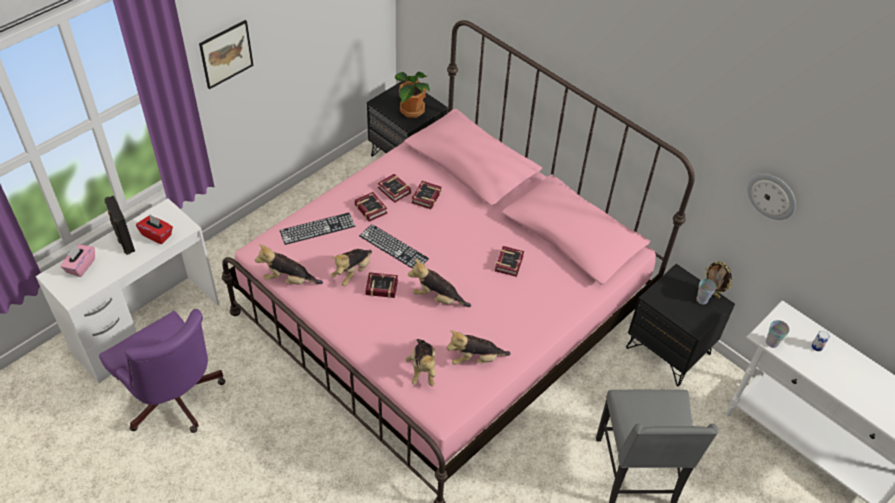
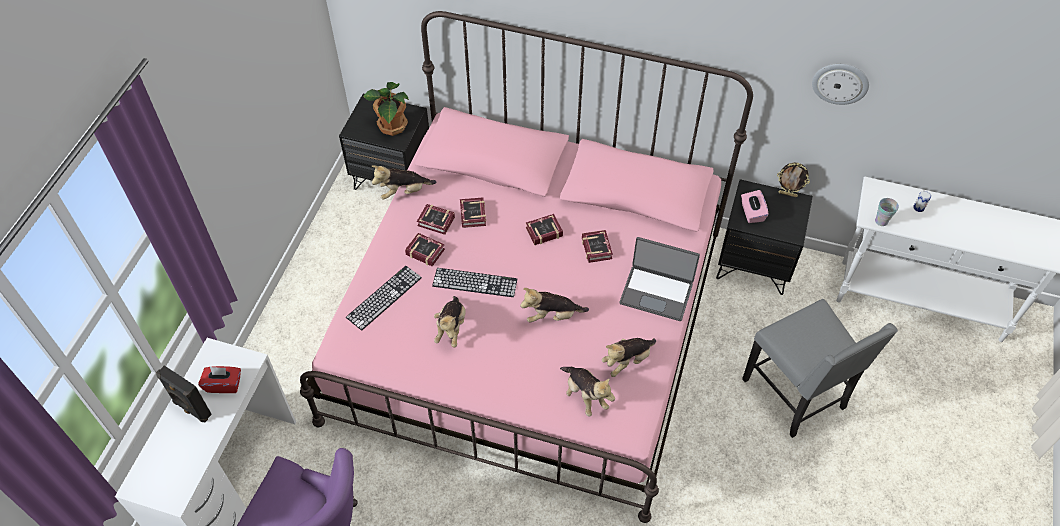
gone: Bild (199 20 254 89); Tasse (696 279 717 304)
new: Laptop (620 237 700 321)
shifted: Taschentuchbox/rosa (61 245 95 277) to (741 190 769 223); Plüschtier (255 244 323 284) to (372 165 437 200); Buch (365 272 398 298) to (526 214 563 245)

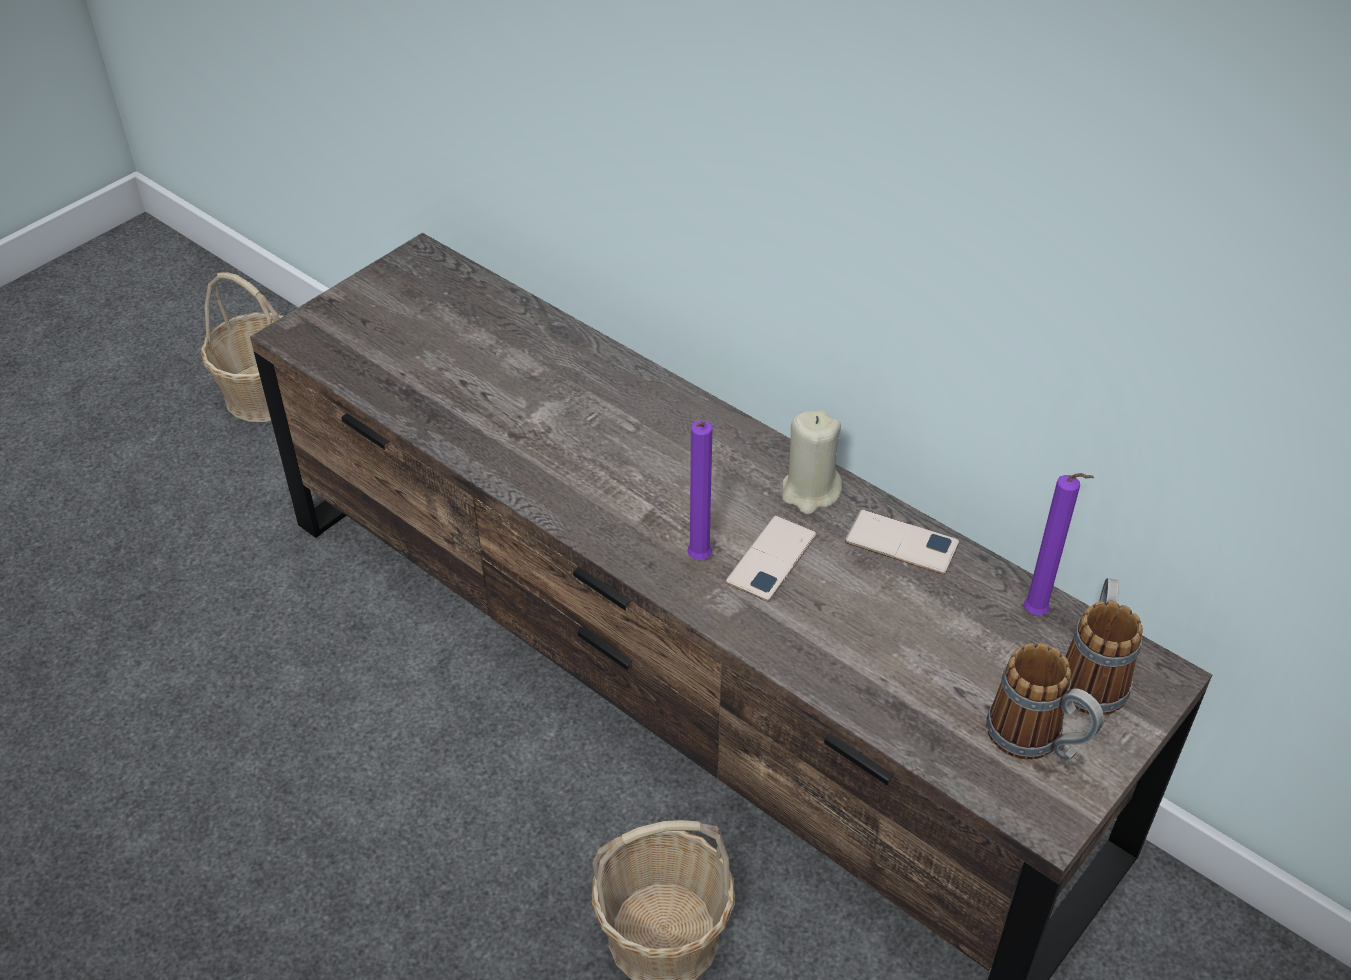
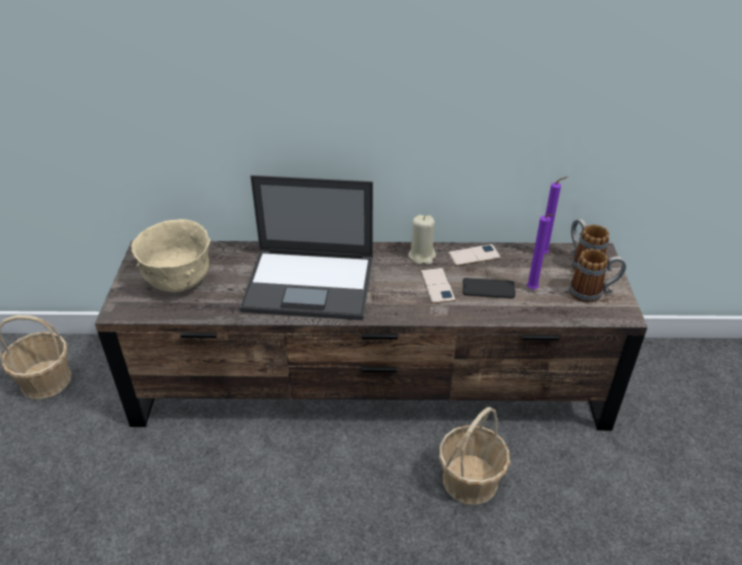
new: Schüssel/beige (131 219 210 292); Laptop (240 175 373 320); Handy (463 278 515 298)
shifted: Kerze/lila (687 420 713 560) to (527 214 554 289)

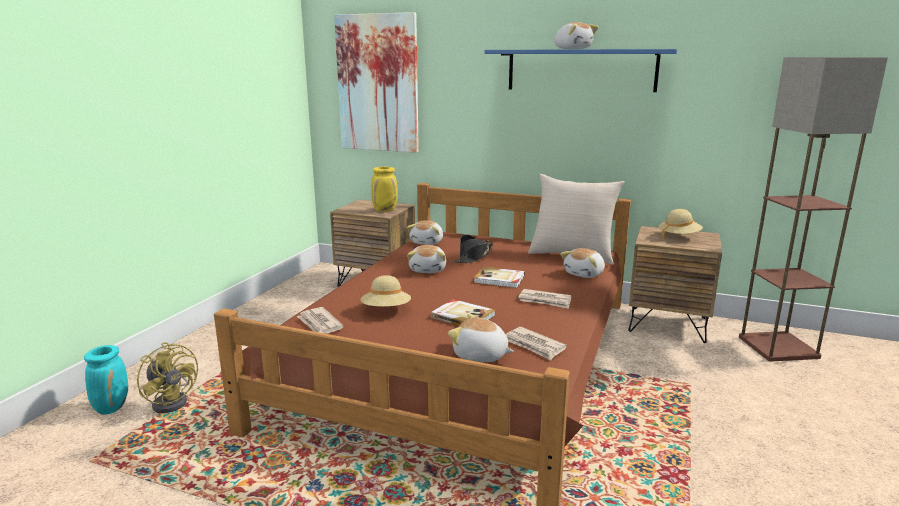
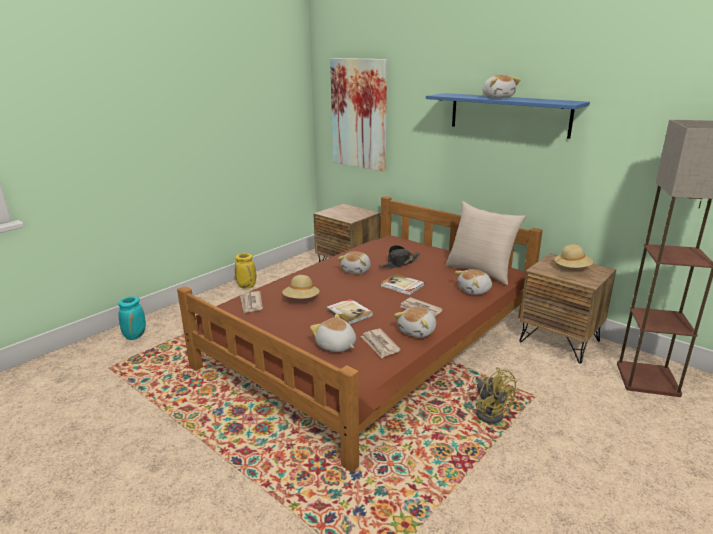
shifted: Ventilator/gelb (137 342 198 413) to (476 367 517 424); Vase/gelb (371 167 398 212) to (235 253 256 289); Plüschtier (407 220 443 245) to (394 307 436 338)

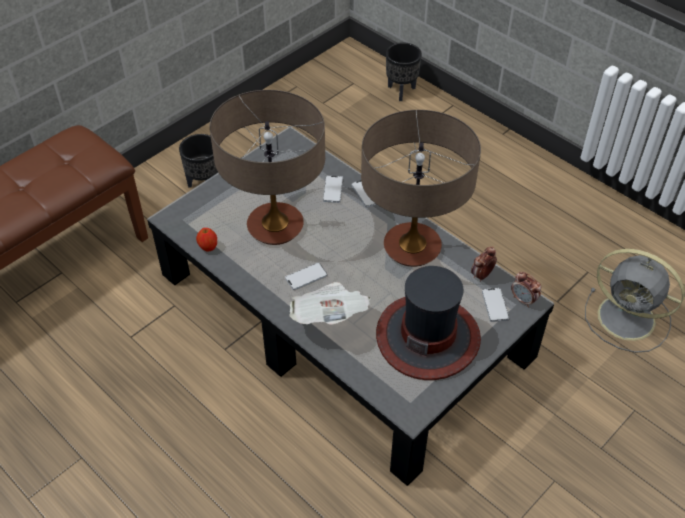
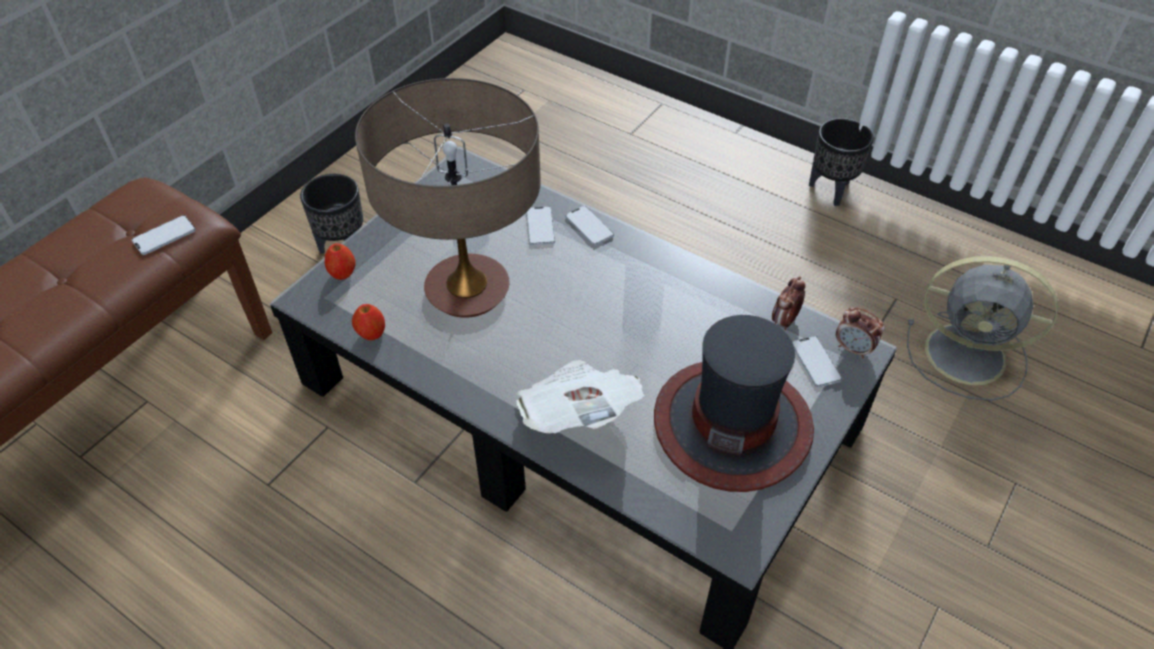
gone: Tischlampe (361 110 481 267)
new: Apfel (325 243 356 280)
shifted: Handy (285 263 327 290) to (132 215 196 255); Pflanzkübel/schwarz (386 42 422 101) to (809 118 874 206)

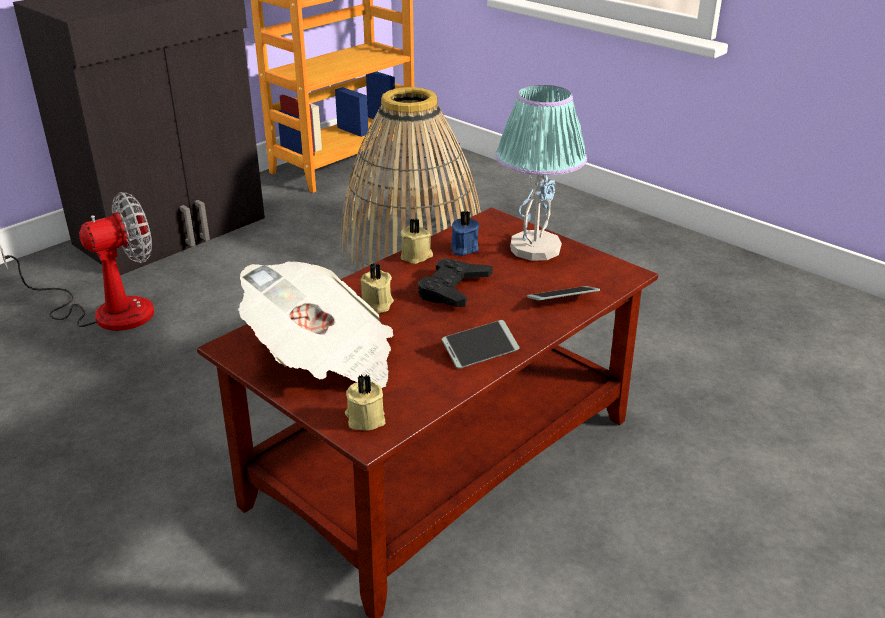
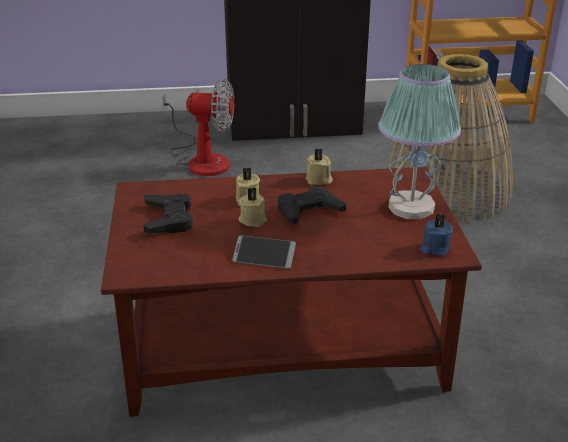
gone: Handy (527 286 600 300)
shifted: Kerze/beige (345 375 386 430) to (239 187 267 227); Kerze/blau (451 211 480 256) to (420 214 453 256)
swapped: Zeitung (238 261 393 388) to Gamepad/schwarz (143 194 193 234)

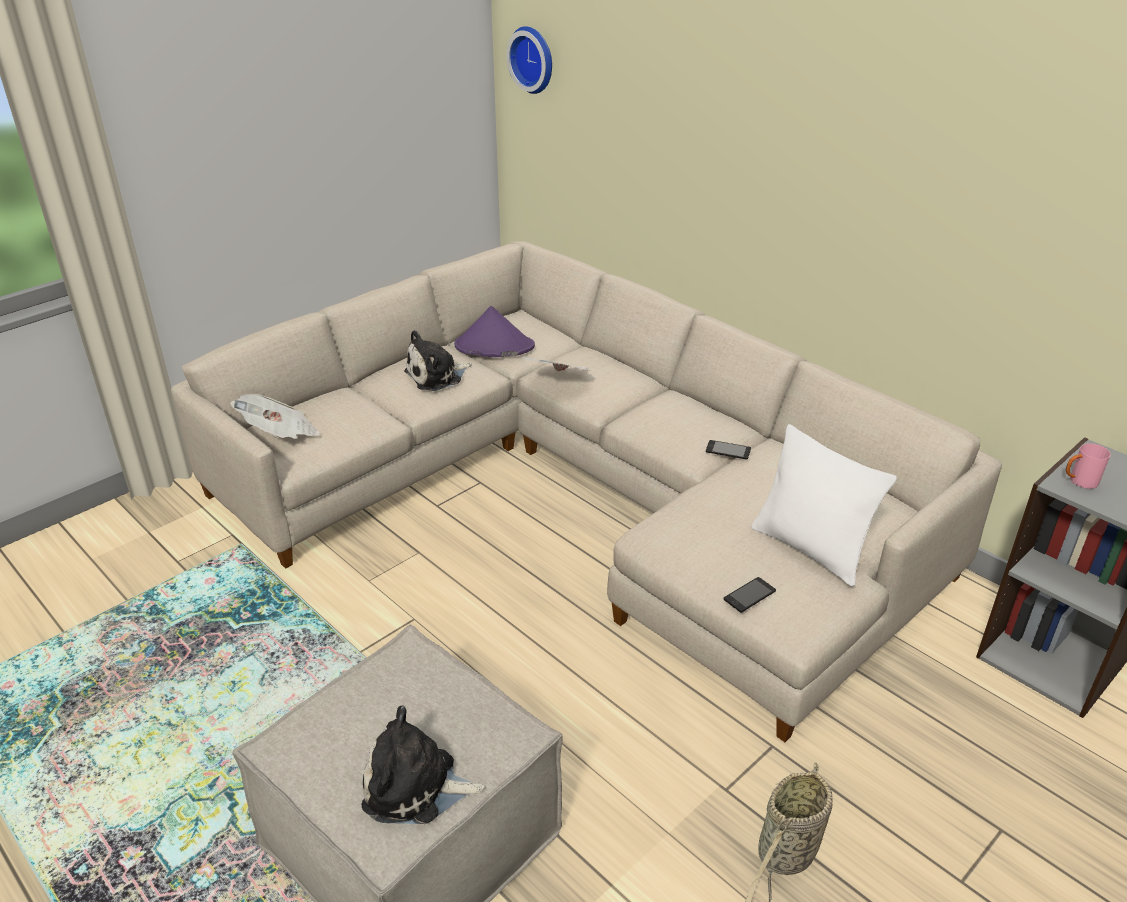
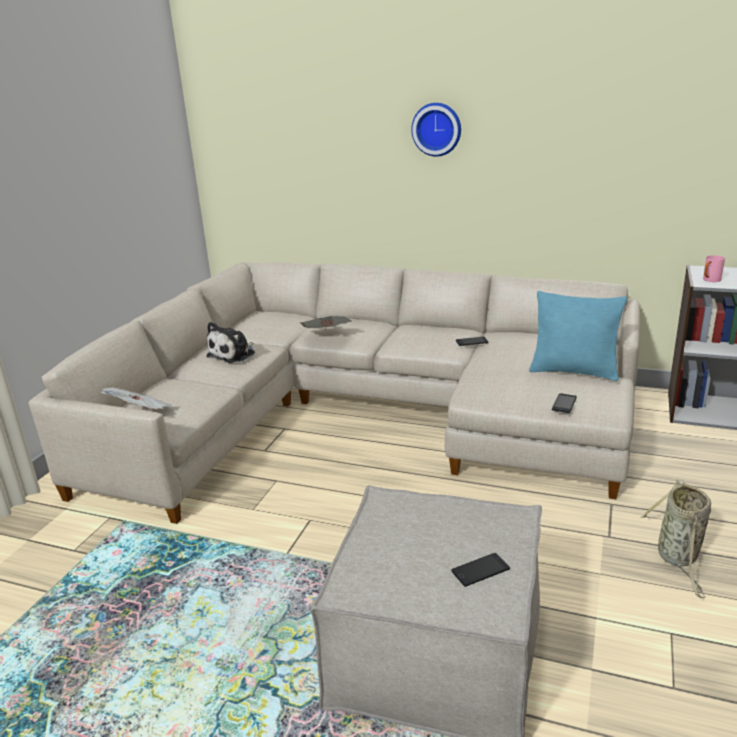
gone: Hut/lila (454 306 535 357)
shifted: Wanduhr (506 26 552 94) to (411 103 461 157)
swapped: Plüschtier (362 706 484 824) to Handy (452 553 510 587)
repainted: Kissen/weiß (751 424 897 587) to Kissen/türkis (529 291 627 381)

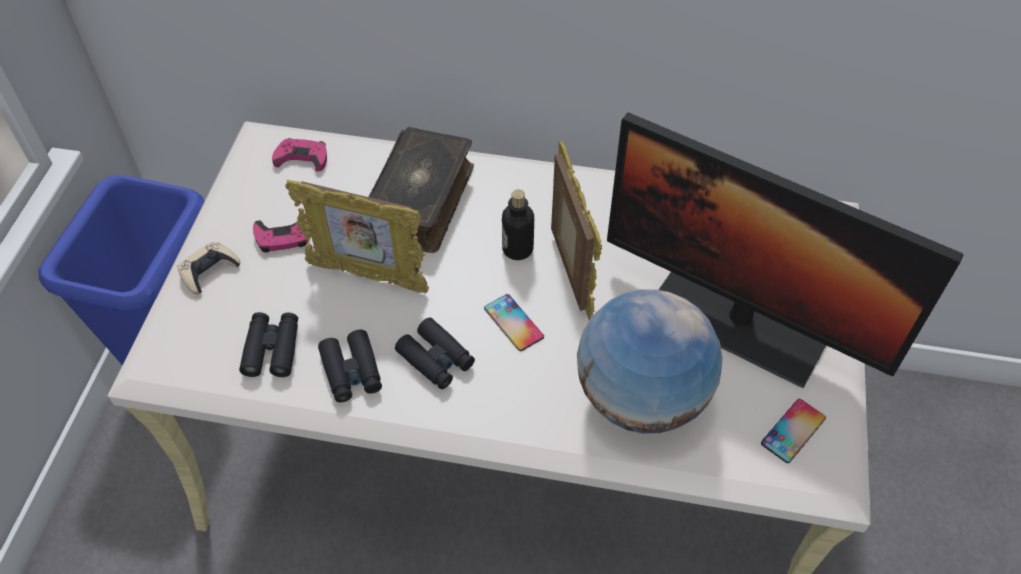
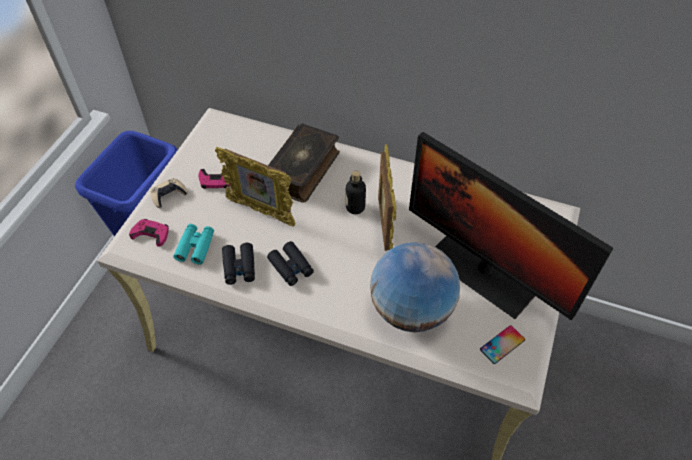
gone: Handy (484 294 544 351)
shifted: Gamepad/rosa (272 138 327 172) to (129 219 169 246)
repainted: Fernglas/schwarz (239 312 298 377) to Fernglas/türkis (173 224 214 265)

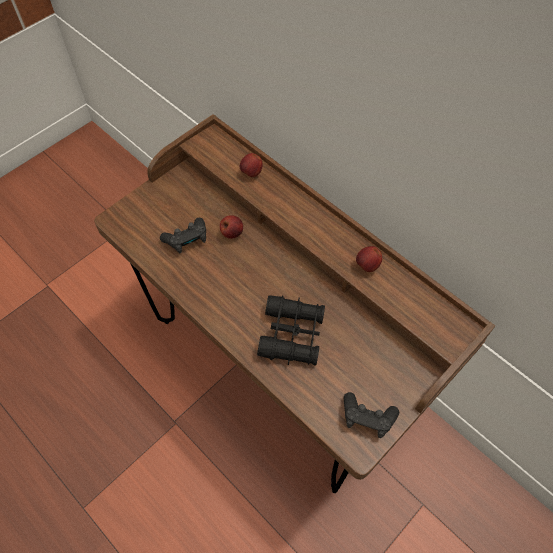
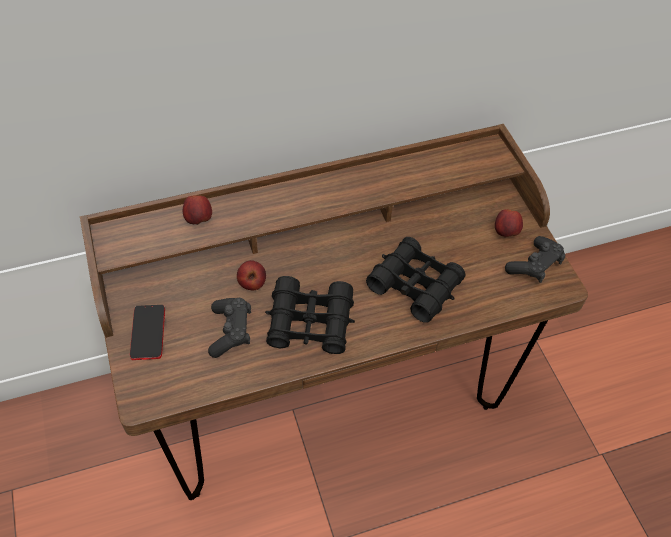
new: Handy (130 305 165 360); Fernglas/schwarz (265 276 355 354)
shifted: Apfel (356 246 382 272) to (495 209 523 237)

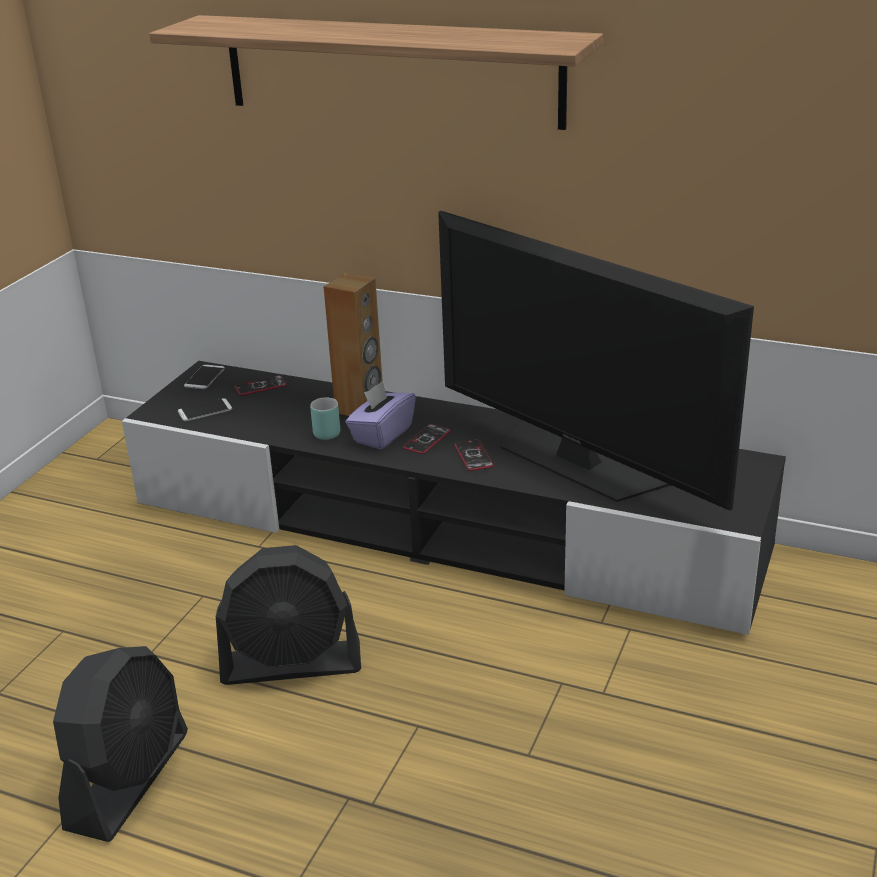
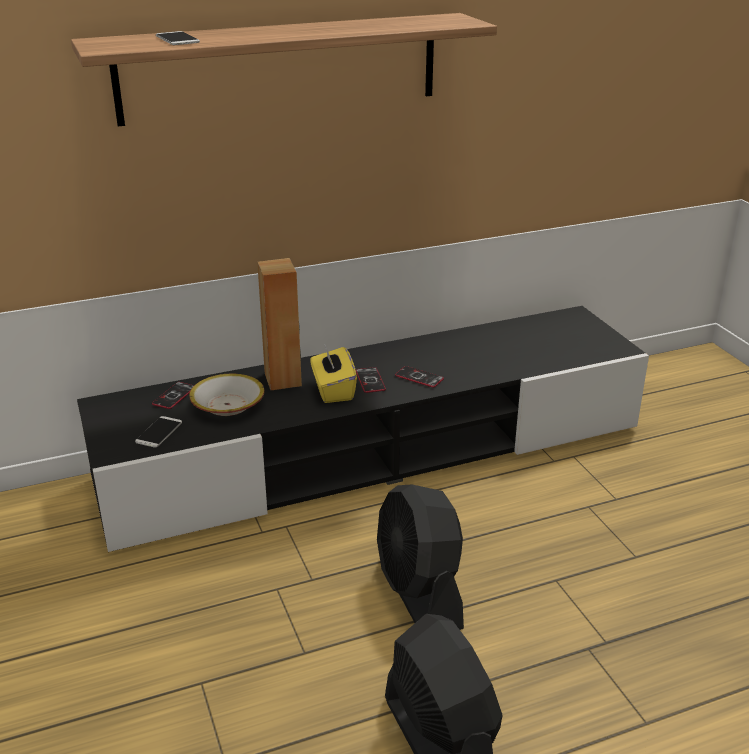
gone: Henkelbecher/türkis (310 397 340 440); Fernseher (438 211 754 511)
new: Schüssel (189 374 264 416)
shifted: Handy (184 365 225 389) to (156 31 200 45)
repainted: Taschentuchbox/lila (346 381 416 449) to Taschentuchbox/gelb (310 345 357 403)
rotated: Ventilator/schwarz (216 545 361 685) = (377 484 464 630) 120 degrees clockwise

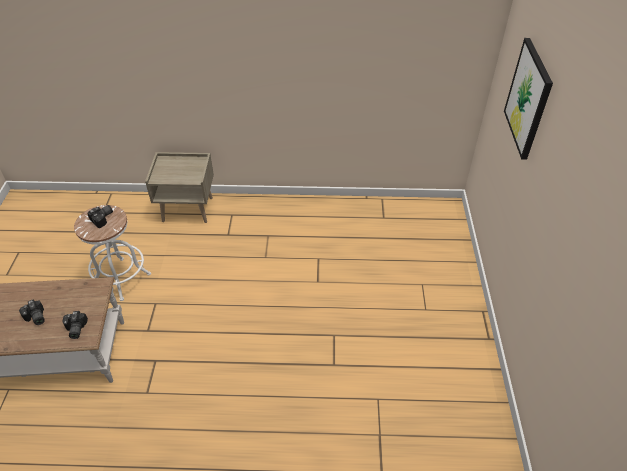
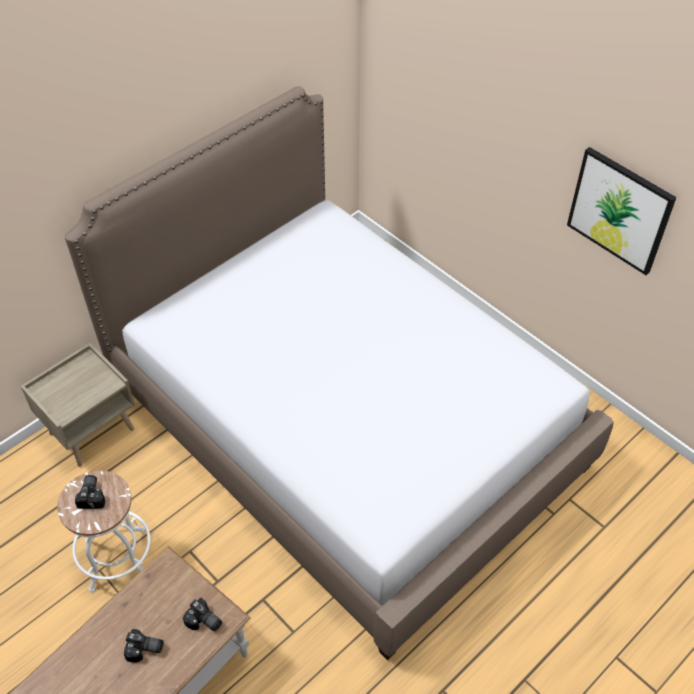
new: Bett (65 86 614 660)
shifted: Bild (504 38 553 160) to (567 147 677 275)

